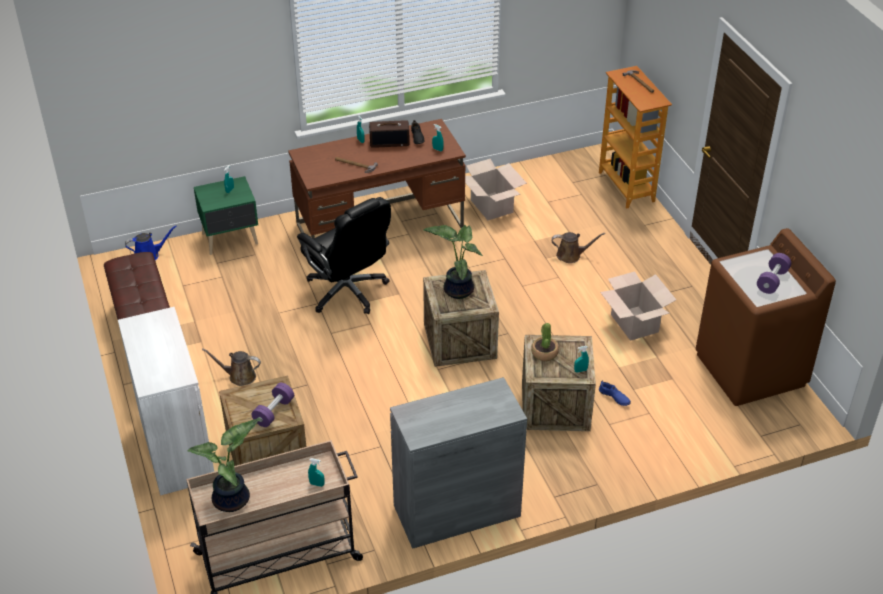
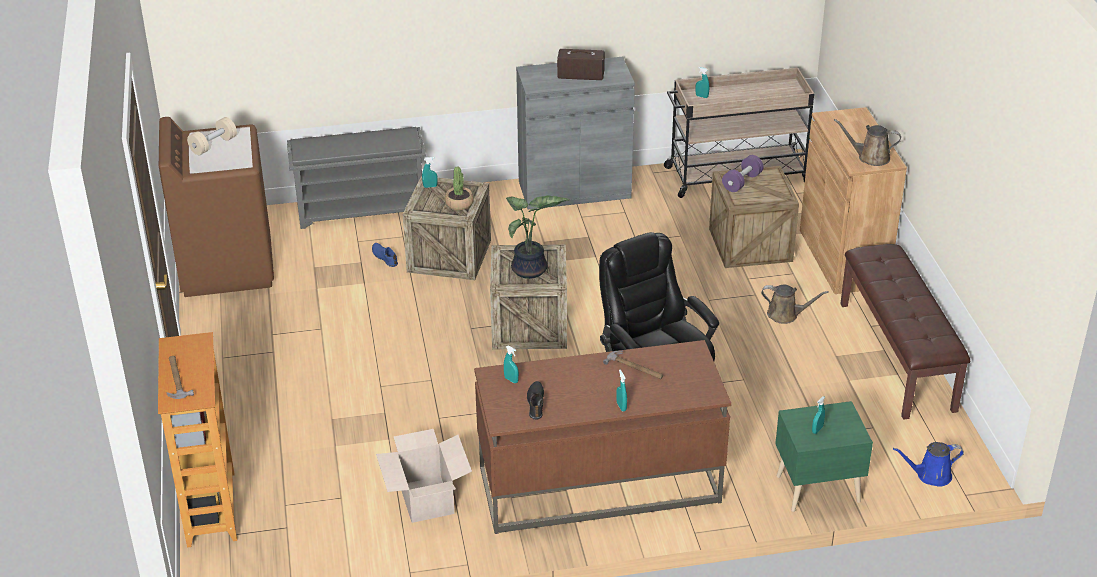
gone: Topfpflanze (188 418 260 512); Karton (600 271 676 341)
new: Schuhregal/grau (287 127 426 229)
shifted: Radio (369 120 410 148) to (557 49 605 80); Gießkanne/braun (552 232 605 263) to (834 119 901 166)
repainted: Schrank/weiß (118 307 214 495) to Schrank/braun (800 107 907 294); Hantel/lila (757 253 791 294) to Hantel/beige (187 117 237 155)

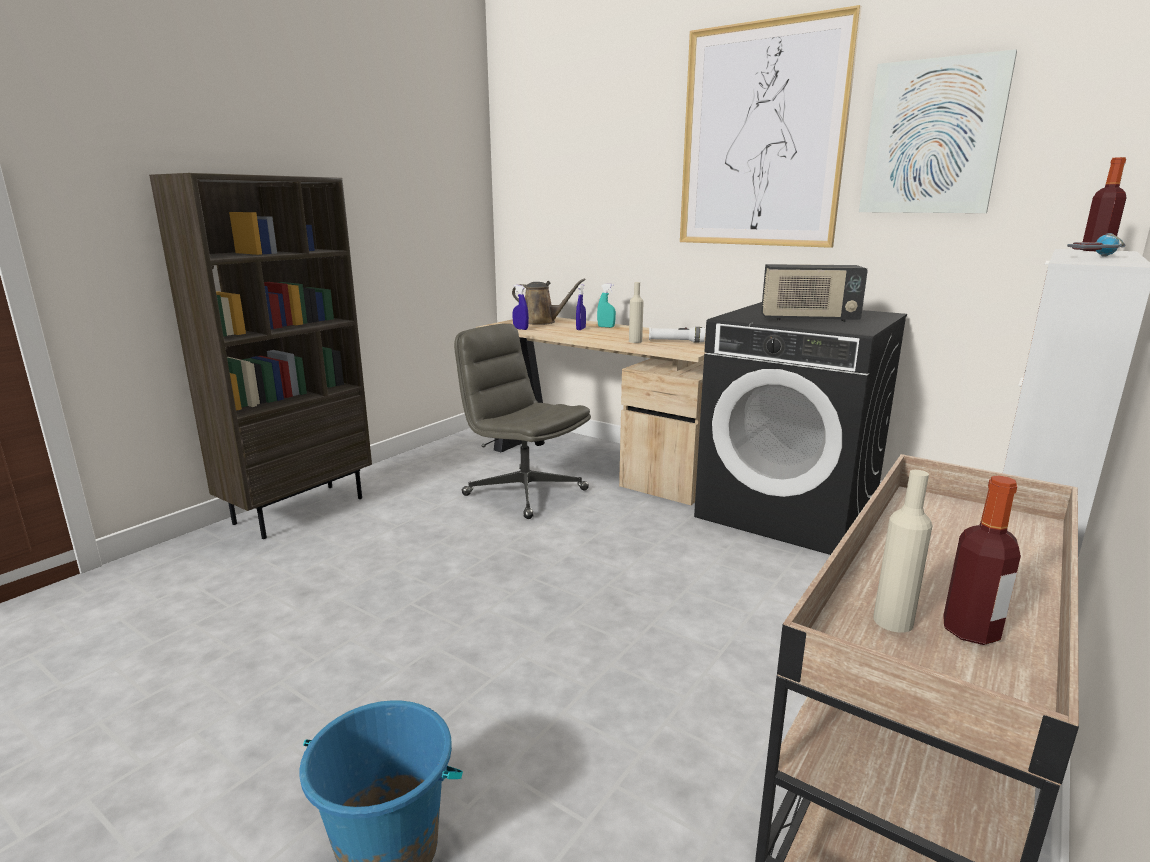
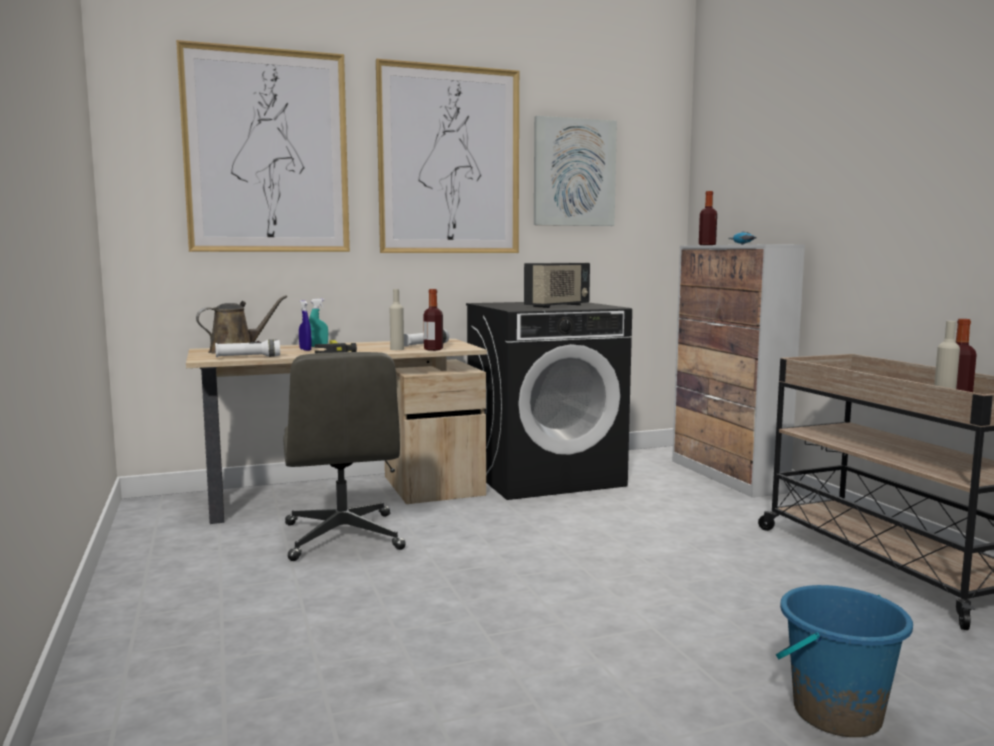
gone: Bücherregal/braun (149 173 372 539)
new: Bild (176 40 350 252); Hammer (315 340 357 353); Flasche (423 289 443 351)
swapped: Sprühflasche/blau (513 285 529 330) to Taschenlampe/weiß (215 340 280 357)
rotated: Bürostuhl/grau (454 324 591 519) = (283 352 406 561) 90 degrees counterclockwise

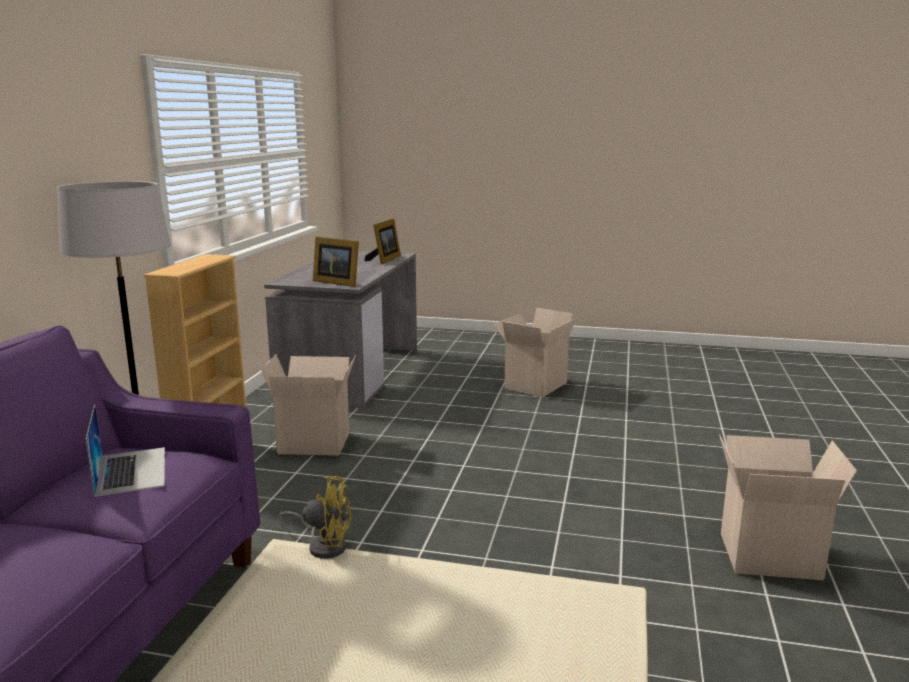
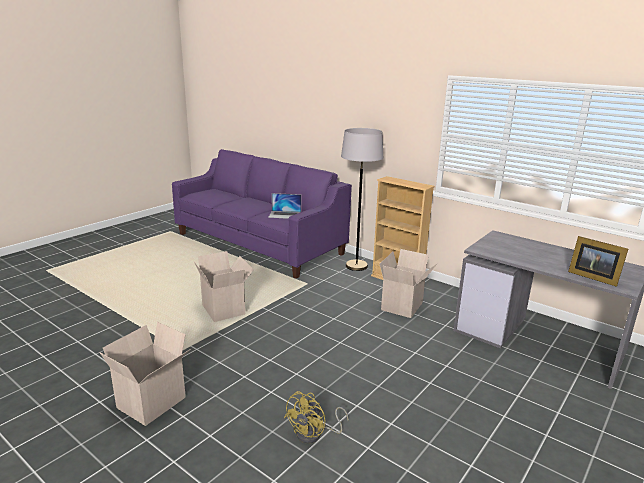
gone: Bilderrahmen (313 237 359 287)
shifted: Ventilator/gelb (279 476 351 559) to (284 391 349 444); Karton (493 307 576 397) to (194 251 254 322)

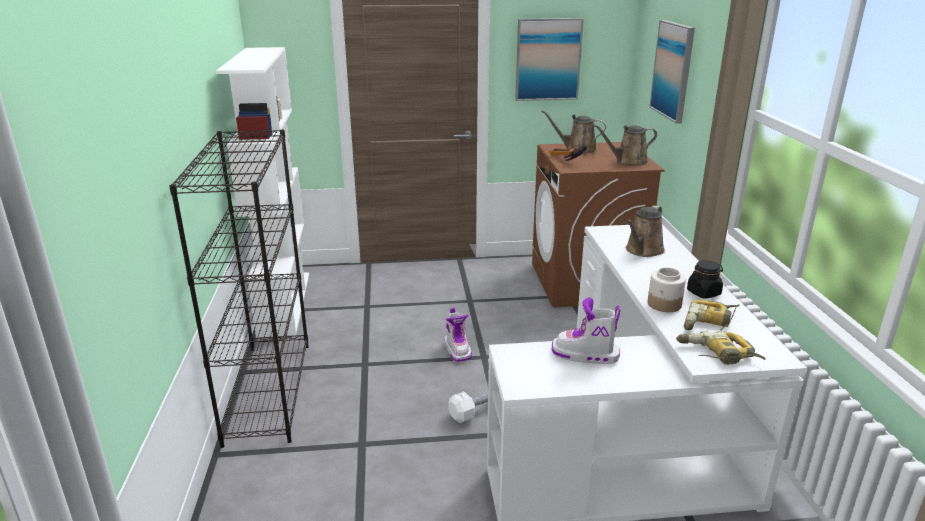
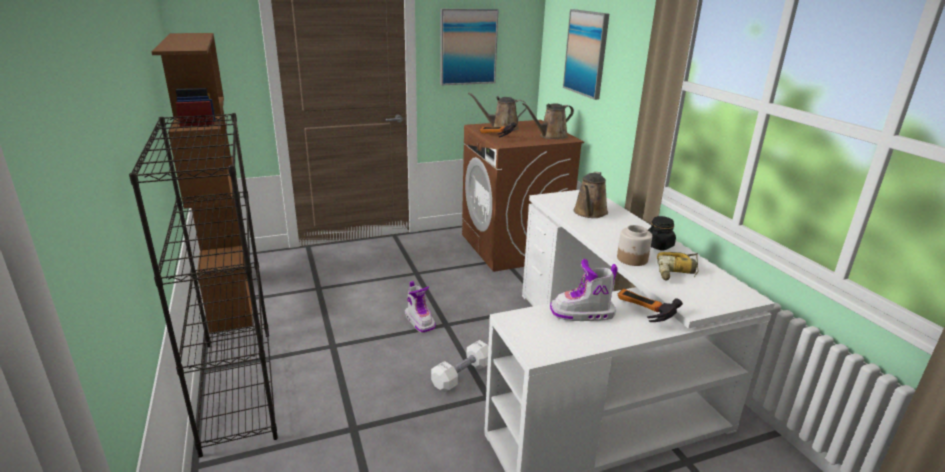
gone: Bohrmaschine (676 331 766 365)
new: Hammer (618 288 683 322)
repainted: Bücherregal/weiß (216 47 309 338) to Bücherregal/braun (152 33 253 333)

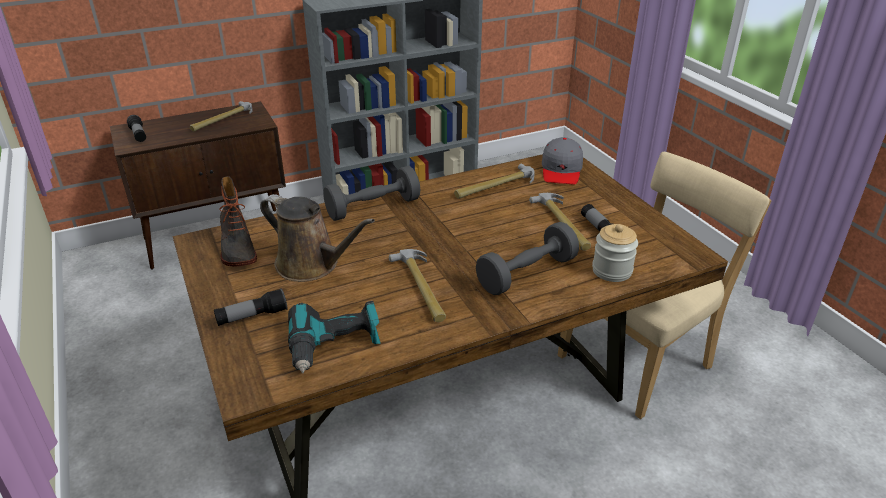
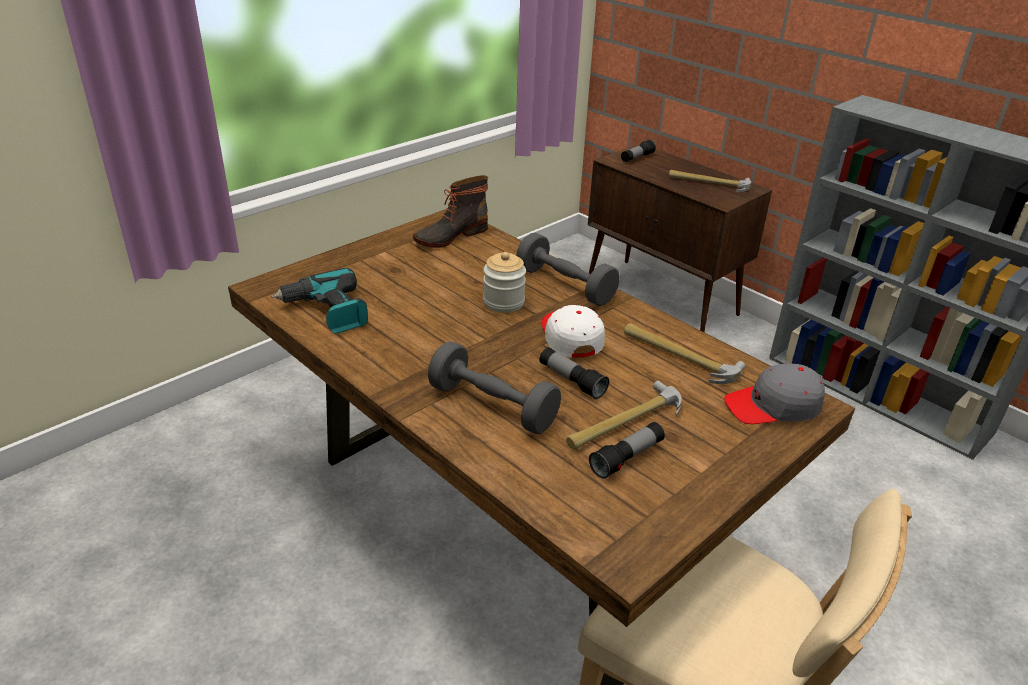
gone: Gießkanne/braun (260 194 375 282); Hammer (389 249 446 322)
new: Kappe/weiß (541 305 605 358)
shifted: Taschenlampe (214 288 287 326) to (539 347 609 399); Vorratsglas (592 224 638 282) to (483 252 526 313)

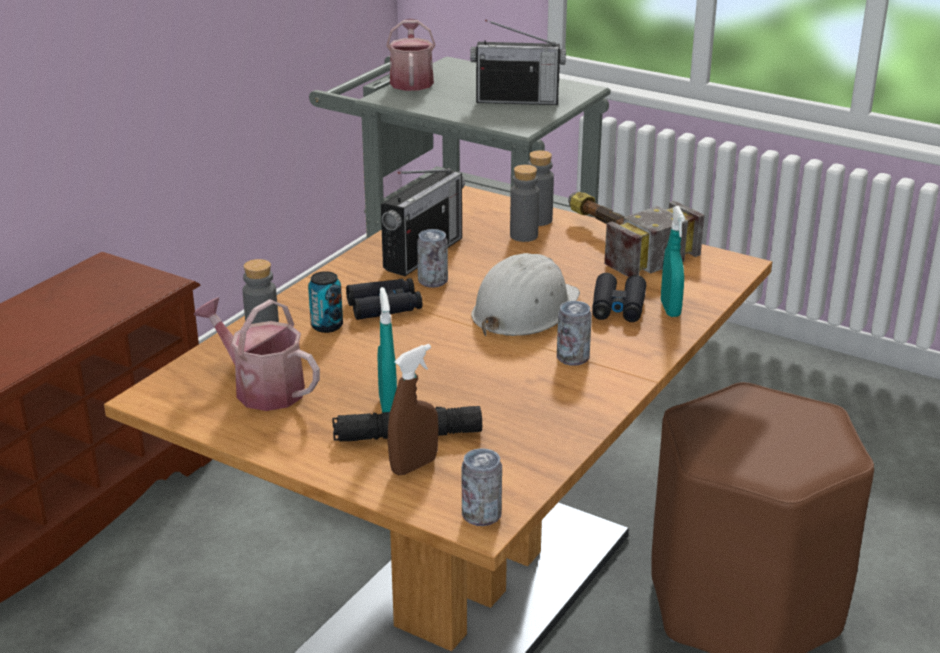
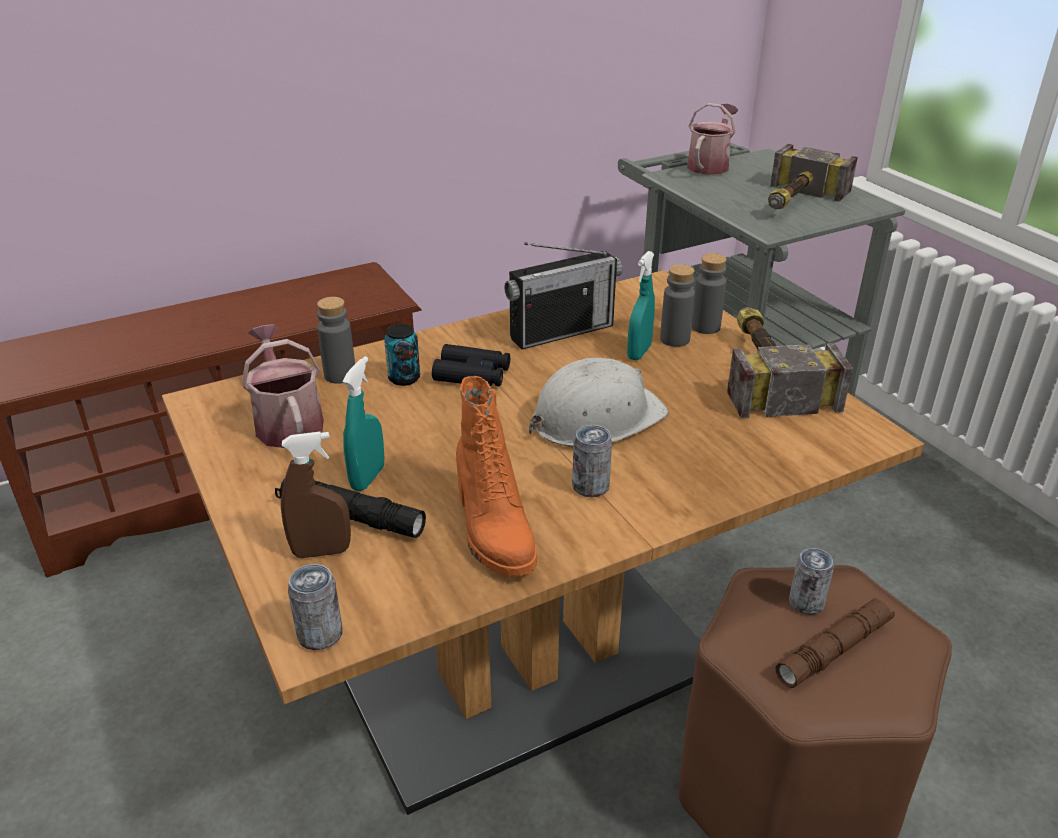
gone: Fernglas/schwarz (592 273 646 322)
new: Stiefel/orange (456 376 537 577); Taschenlampe/braun (775 598 895 688)
shifted: Dose (417 229 448 288) to (789 548 834 615); Sprühflasche/türkis (661 206 685 317) to (627 251 655 360)
swapped: Radio (470 19 566 105) to Hammer (768 144 858 210)

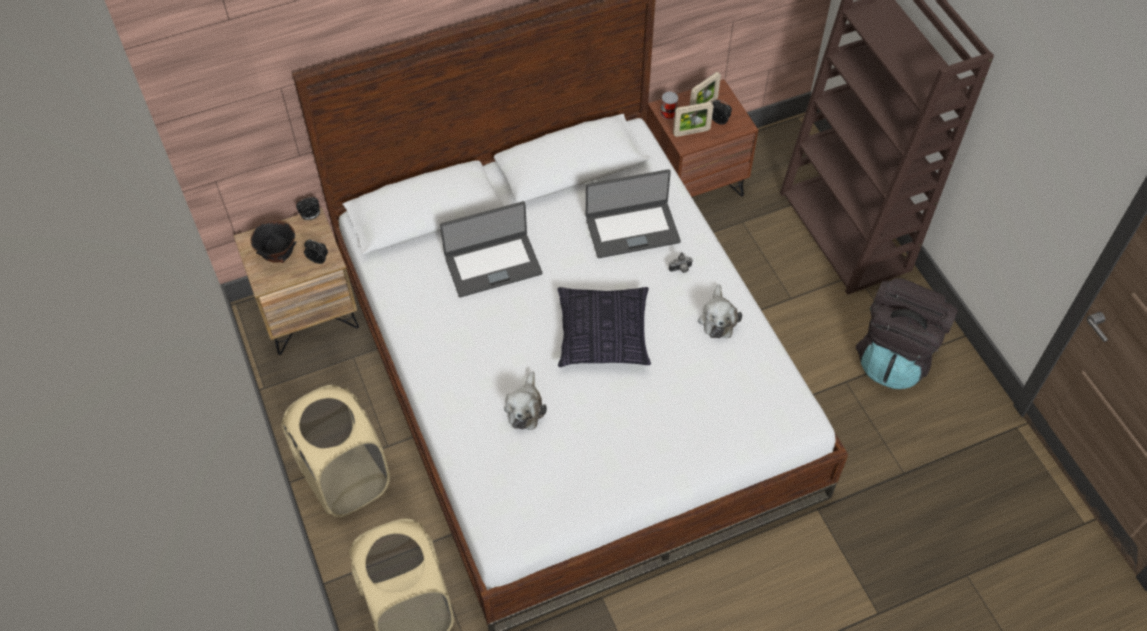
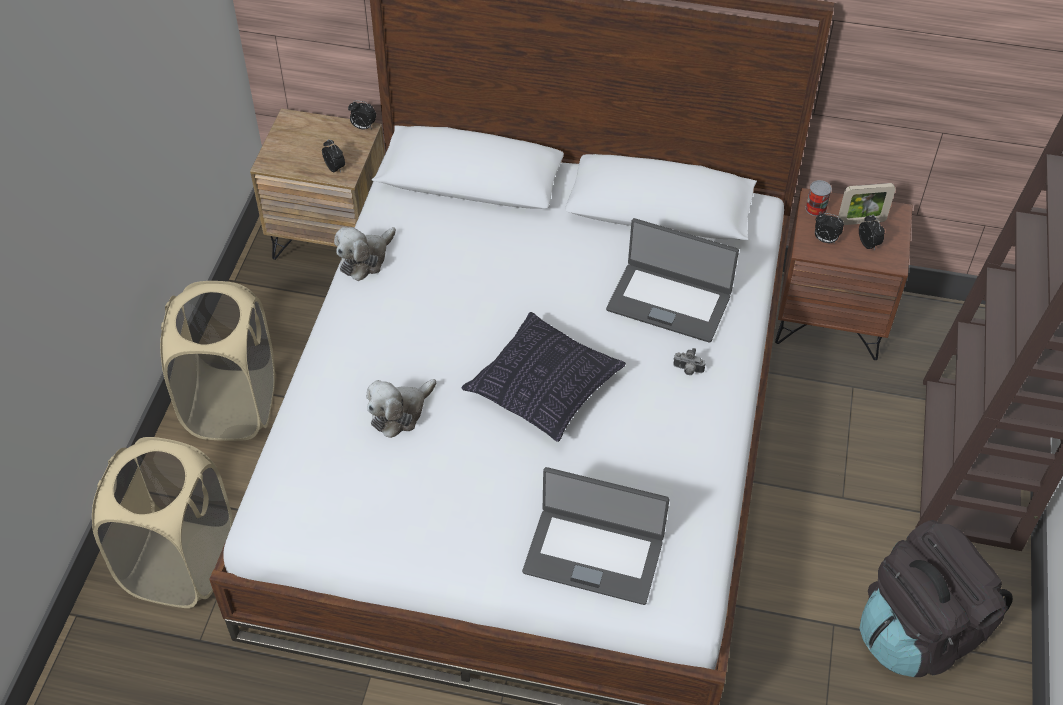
gone: Schüssel/schwarz (251 220 296 263)
shifted: Laptop (440 201 542 297) to (522 467 670 605); Plüschtier (698 284 742 338) to (334 227 396 281)
swapped: Bilderrahmen (673 102 713 137) to Wecker (815 213 844 243)

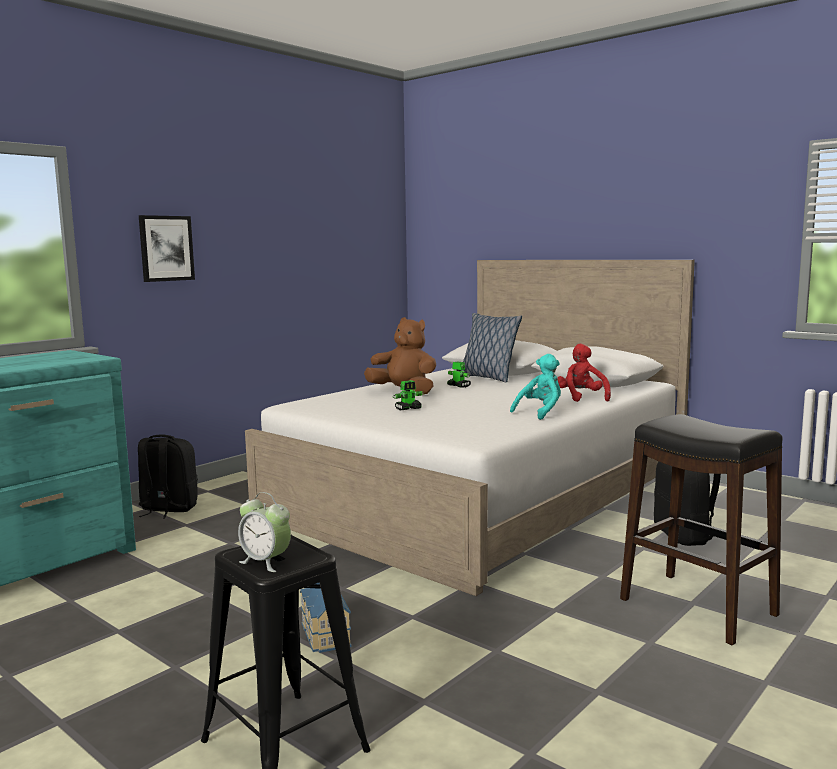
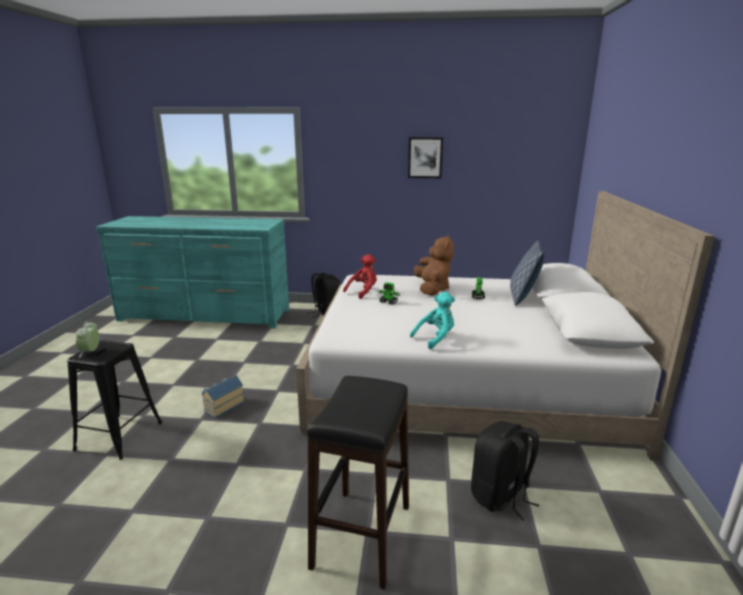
shifted: Bild (139 215 195 282) to (408 137 443 178); Plüschtier/rot (557 344 611 402) to (343 254 377 299)
rotated: Plüschtier/türkis (510 354 561 420) = (410 292 455 349) 45 degrees counterclockwise

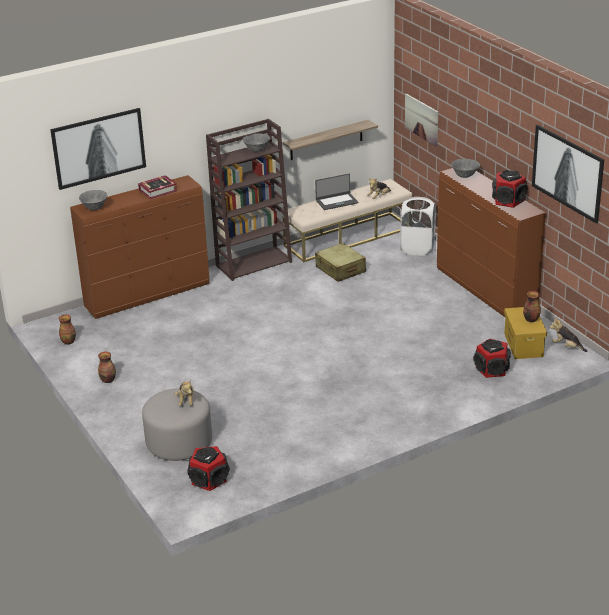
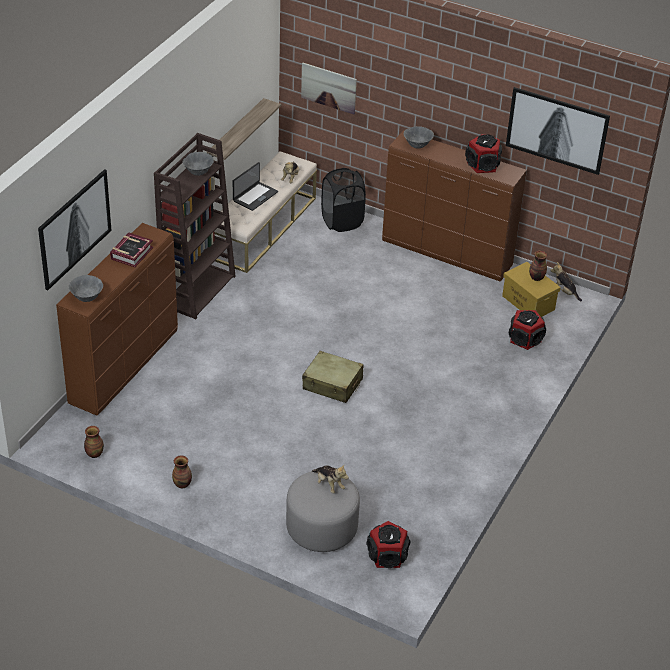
shifted: Koffer/beige (315 243 366 282) to (302 351 363 403)
repainted: Wäschekorb/weiß (400 197 436 256) to Wäschekorb/schwarz (321 168 366 232)
rotated: Plüschtier (550 318 587 352) = (550 262 582 301) 45 degrees clockwise

